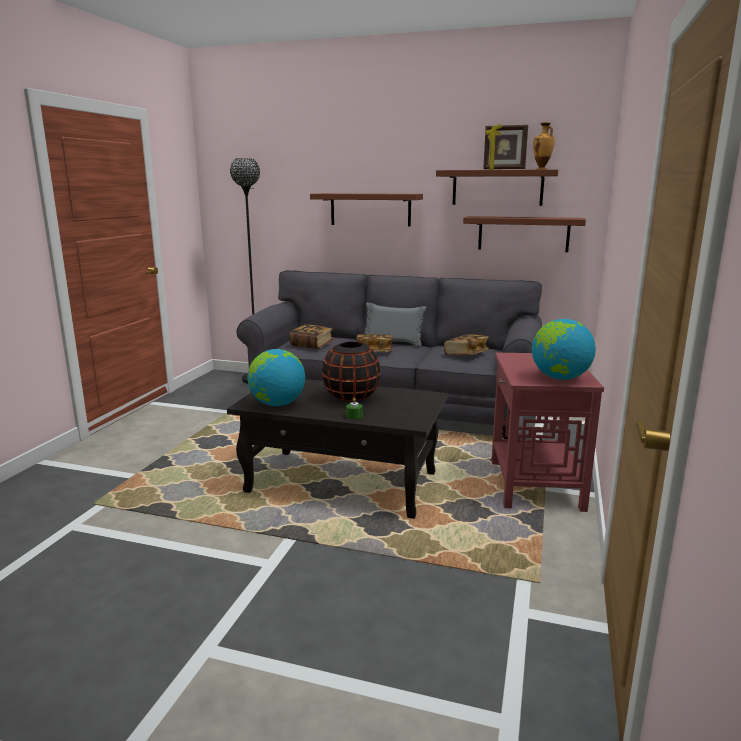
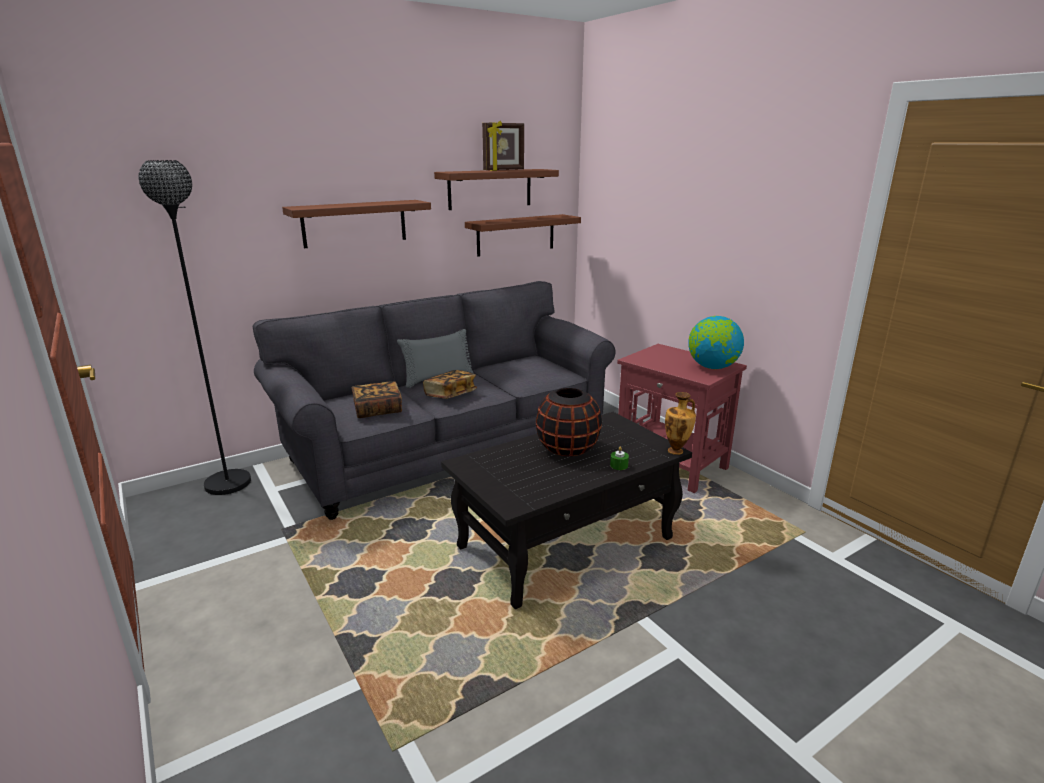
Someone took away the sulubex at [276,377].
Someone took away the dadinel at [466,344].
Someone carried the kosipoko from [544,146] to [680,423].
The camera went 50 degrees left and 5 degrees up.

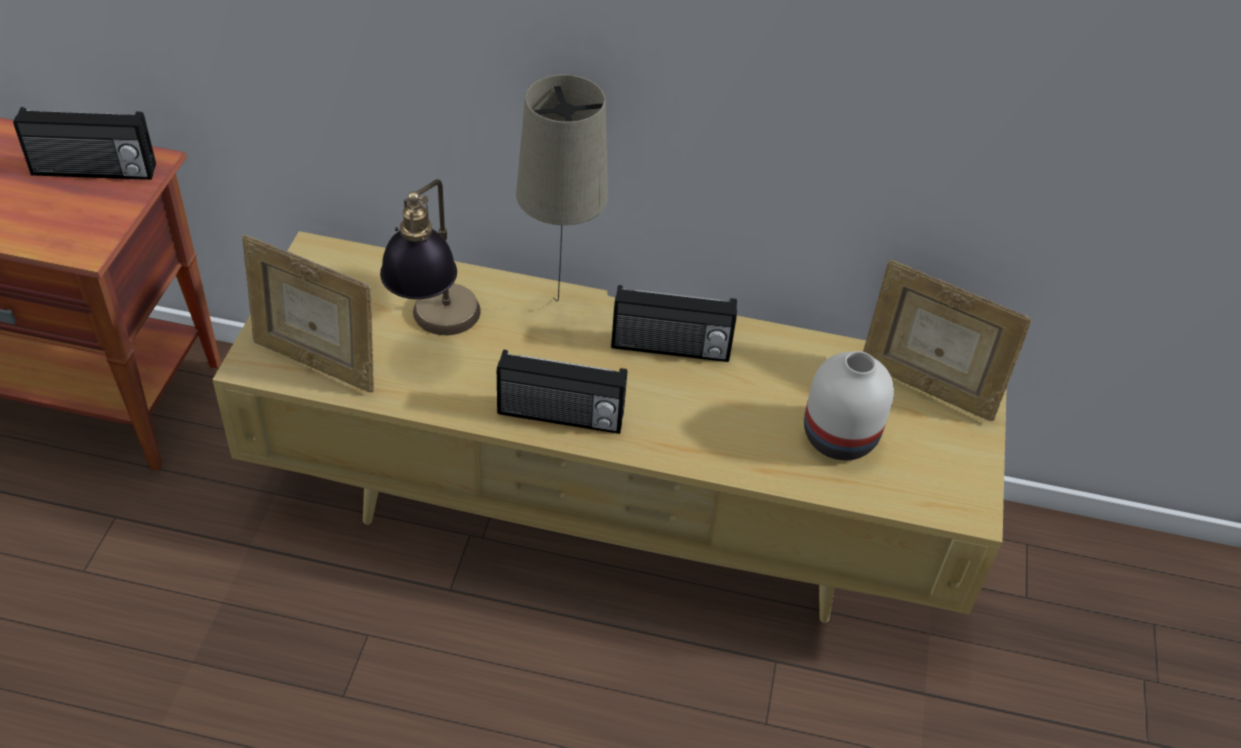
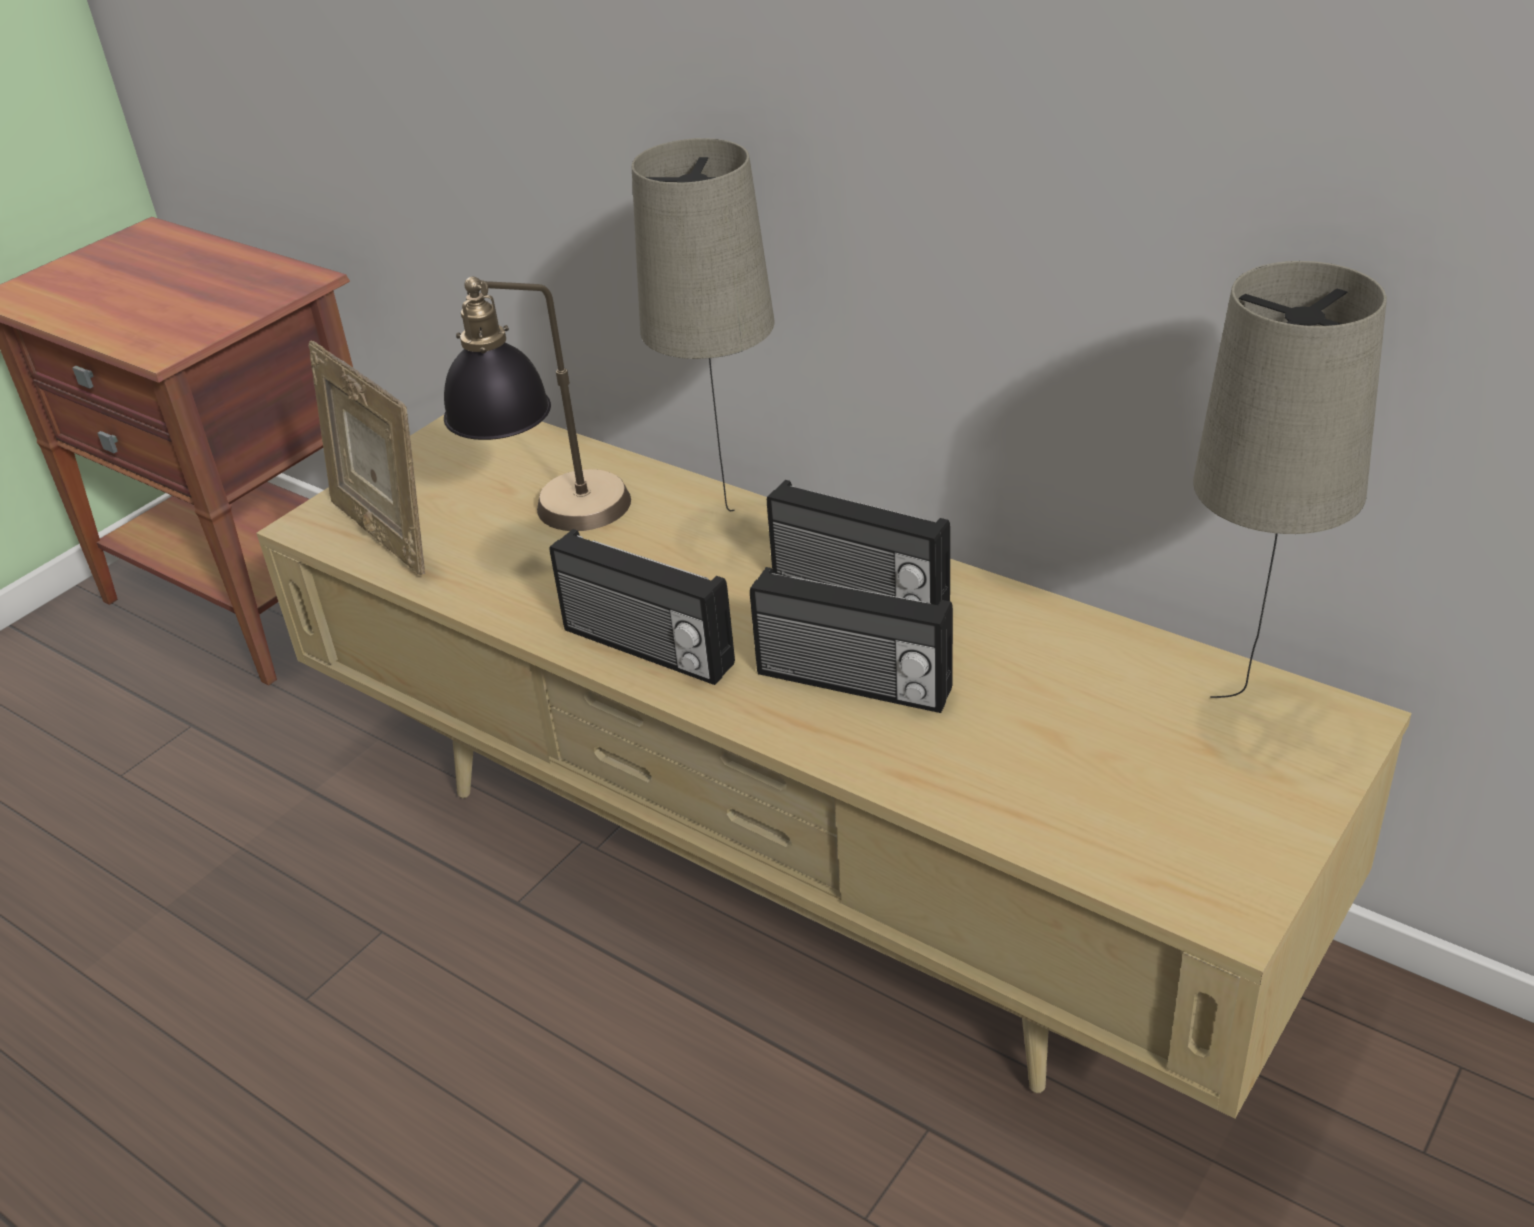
Someone took away the white_kosipoko at [849,405].
Someone carried the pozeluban from [84,143] to [851,640].
Someone swapped the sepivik at [947,340] for the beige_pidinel at [1290,479].
The camera went 30 degrees right and 10 degrees down.

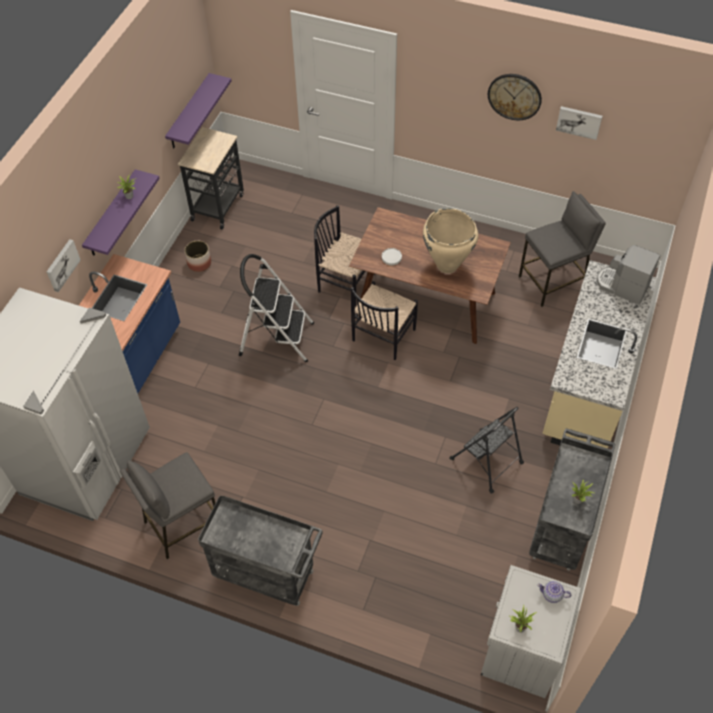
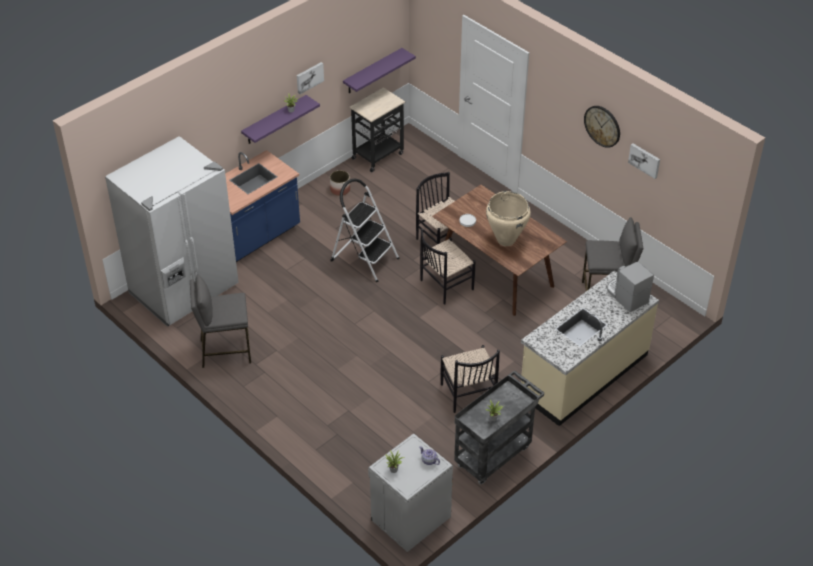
Someone took away the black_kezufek at [260,551].
Someone carried the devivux from [64,265] to [310,78].
Someone swapped the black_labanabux at [486,450] for the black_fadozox at [470,379].
The camera went 25 degrees right and 10 degrees down.

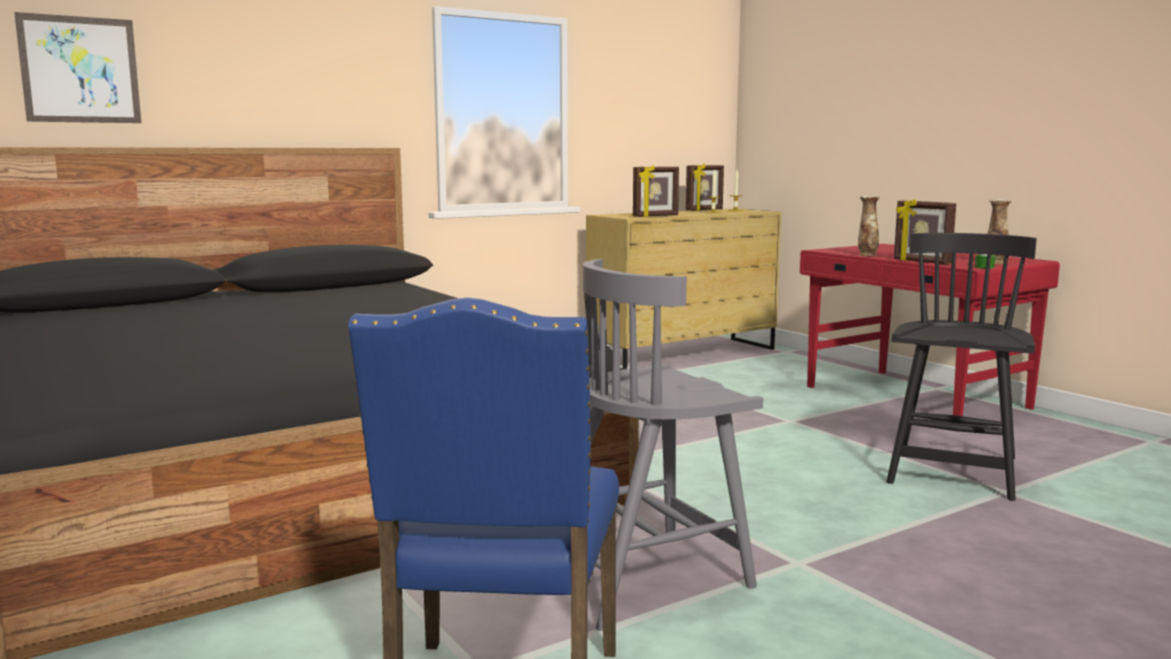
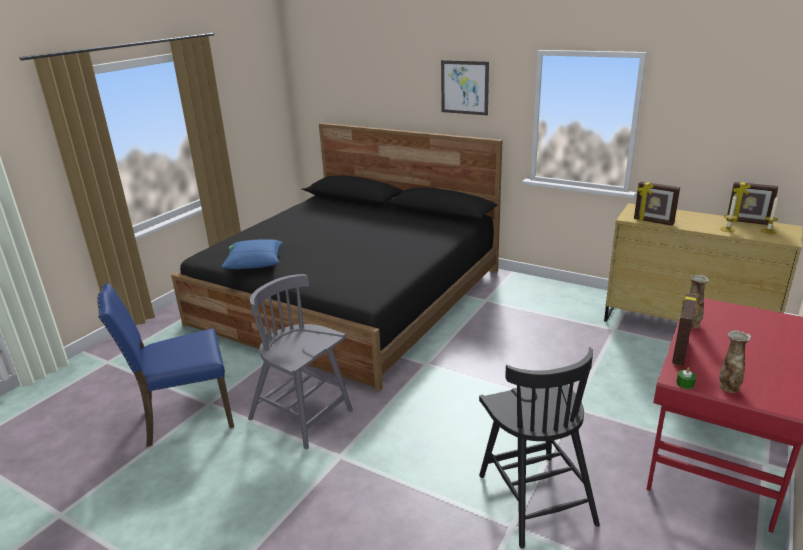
Someone put down the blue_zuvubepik at [252,254].
Someone carried the devivux from [77,67] to [465,87].
Someone rotated the black_fadozox at [962,367] by 75 degrees clockwise.
The camera went 65 degrees right and 15 degrees up.

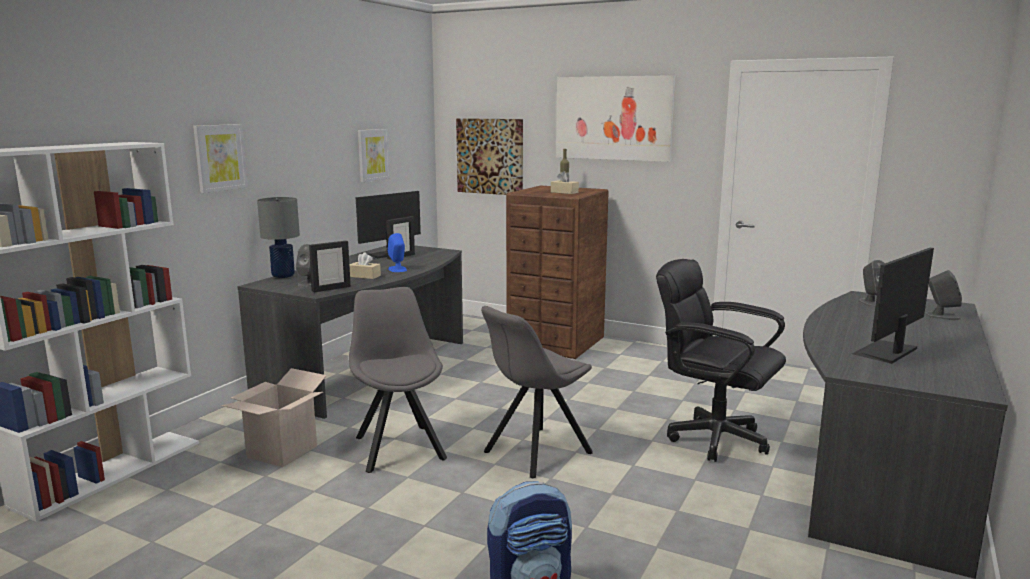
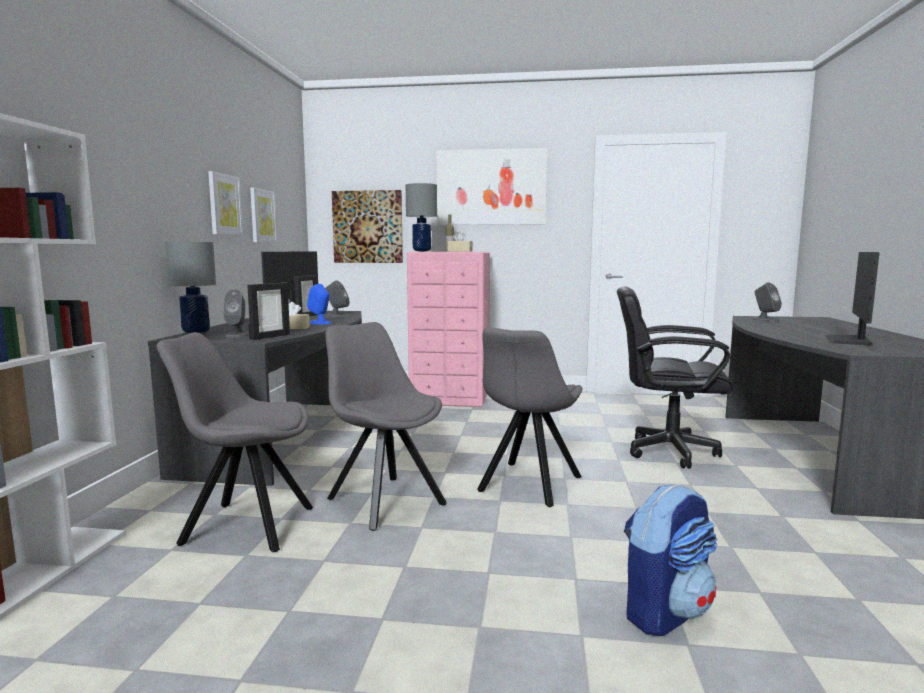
Someone put down the grey_pidinel at [421,217].
Someone carried the devivux from [220,158] to [225,203].
Someone carried the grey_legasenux from [943,295] to [337,298].
Someone swapped the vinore at [274,417] for the grey_fadozox at [235,442].
Someone repainted the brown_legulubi at [557,272], which became the pink_legulubi at [448,329].
The camera went 20 degrees left and 5 degrees down.

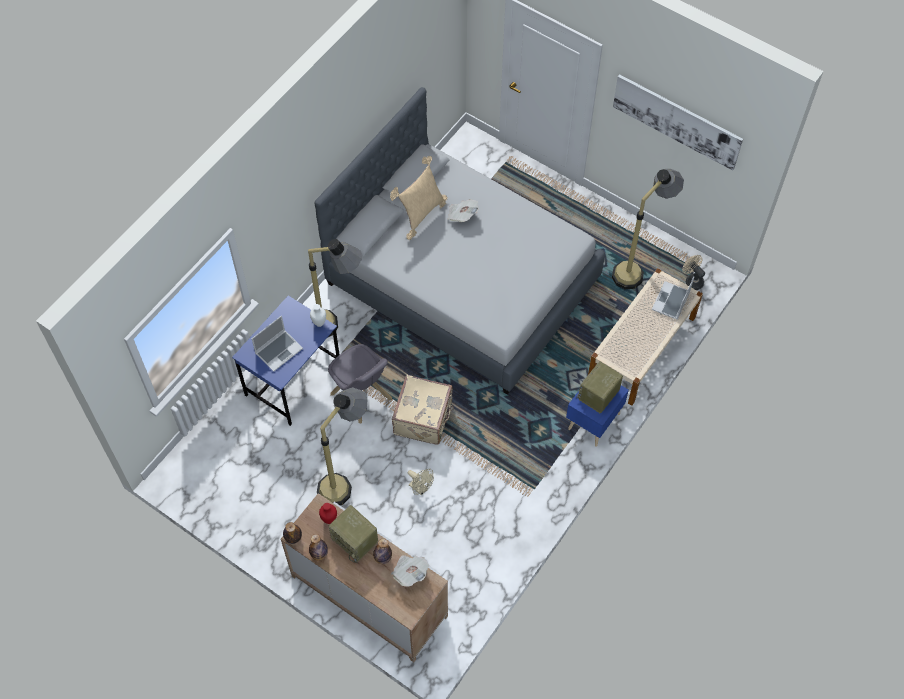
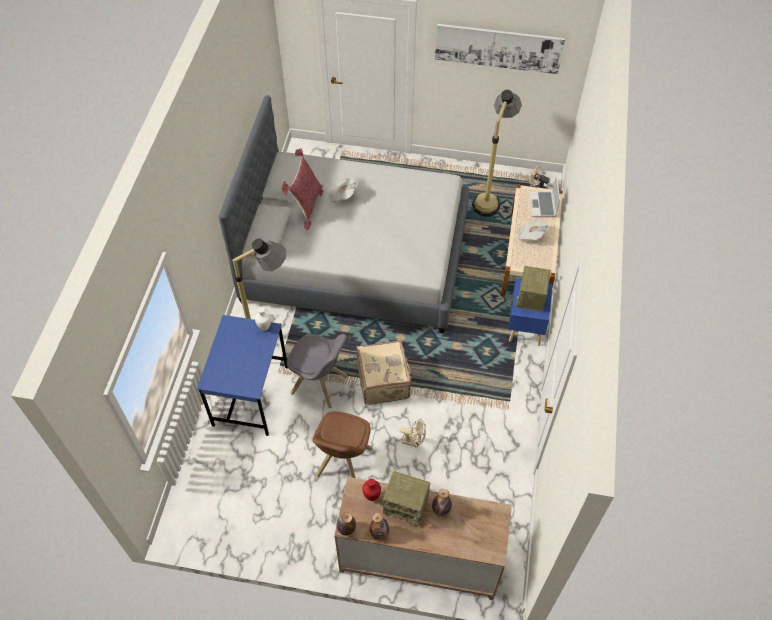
Someone took away the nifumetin at [277,344].
Someone carried the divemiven from [410,571] to [533,230].
Someone swapped the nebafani at [342,446] for the brown_fadozox at [342,444].
Someone repainted the beige_zuvubepik at [419,198], which became the red_zuvubepik at [303,188].
The camera went 25 degrees left and 5 degrees down.

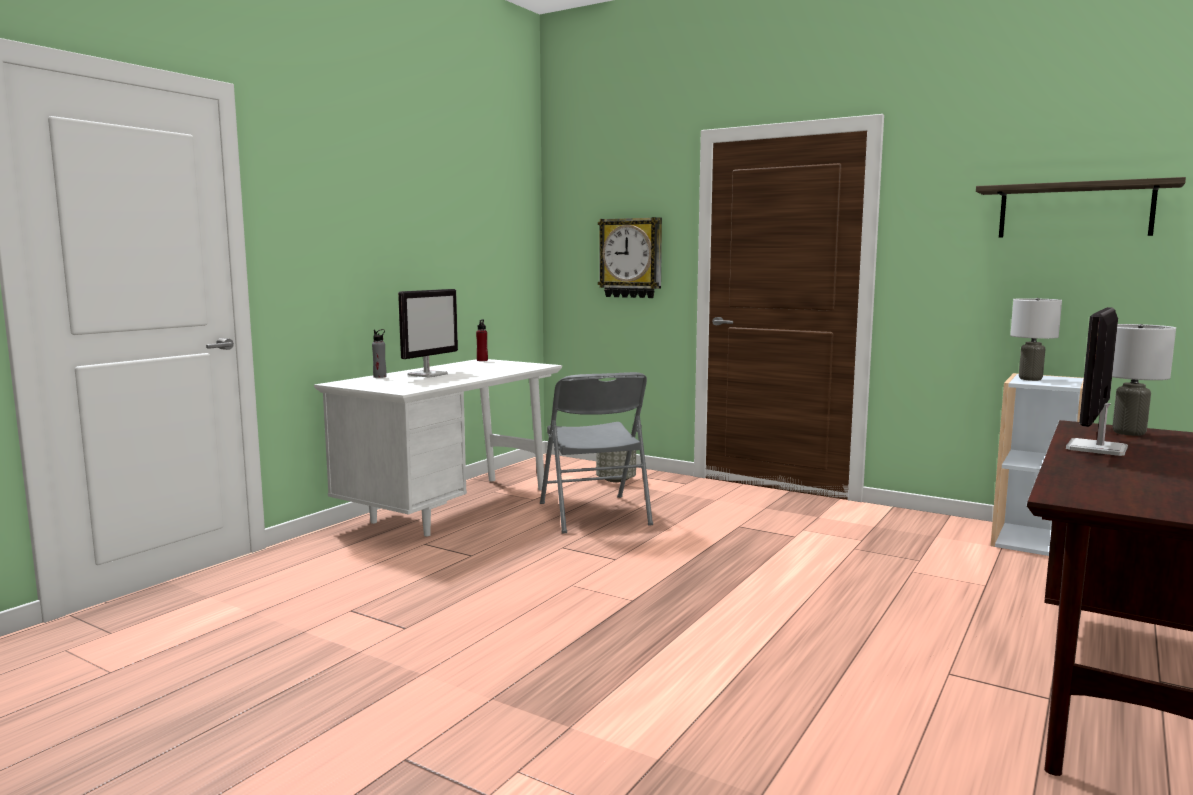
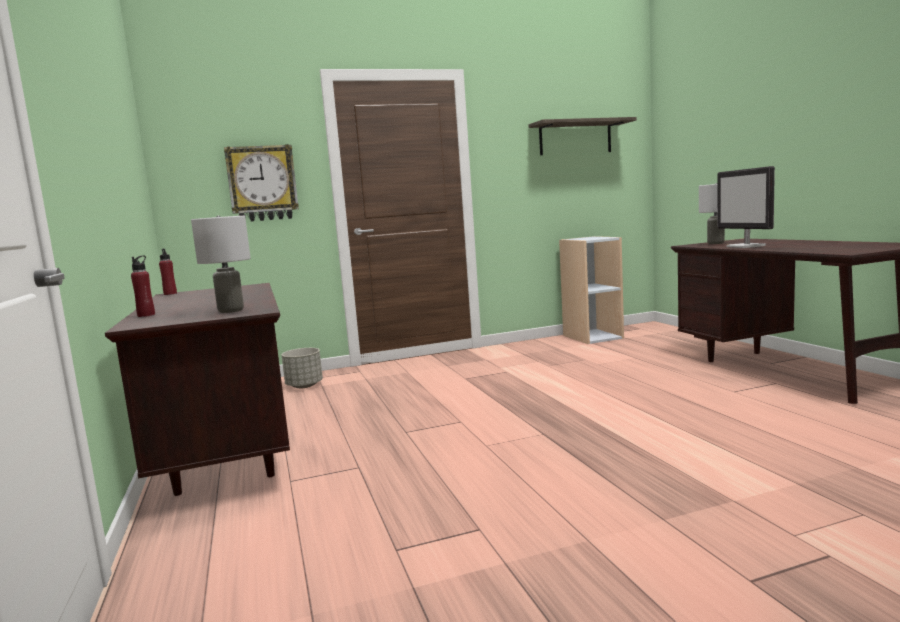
Someone took away the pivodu at [428,333].
Someone took away the grey_fadozox at [596,453].
Someone carried the white_pidinel from [1036,339] to [221,264].
Someone repainted the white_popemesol at [438,447], which became the brown_popemesol at [197,389].
Someone repainted the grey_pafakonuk at [379,353], which became the red_pafakonuk at [143,286].
The camera went 50 degrees left and 0 degrees up.

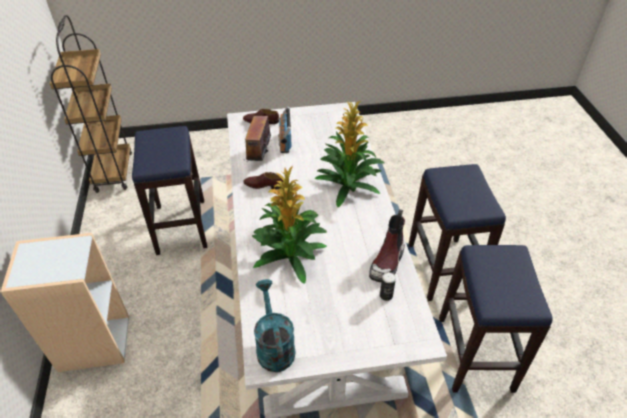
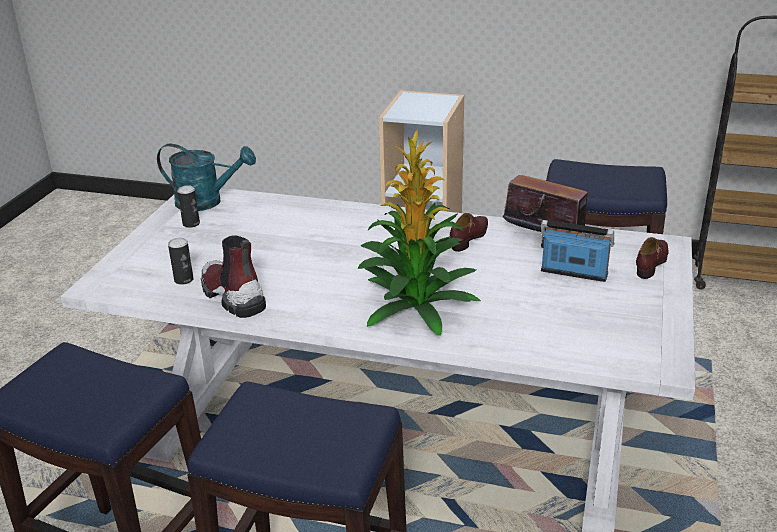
Someone took away the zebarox at [289,225].
Someone put down the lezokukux at [188,206].
The camera went 115 degrees right and 15 degrees down.

